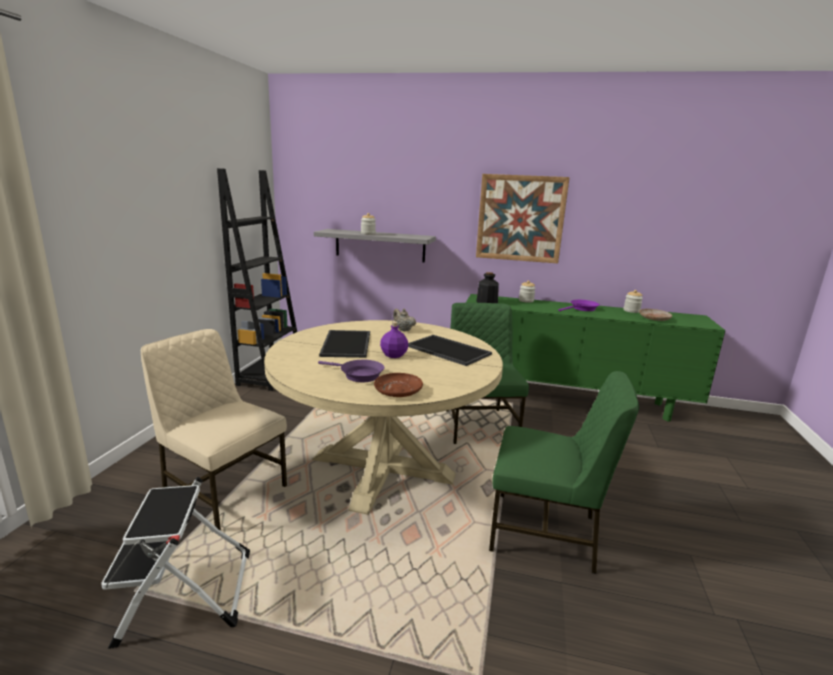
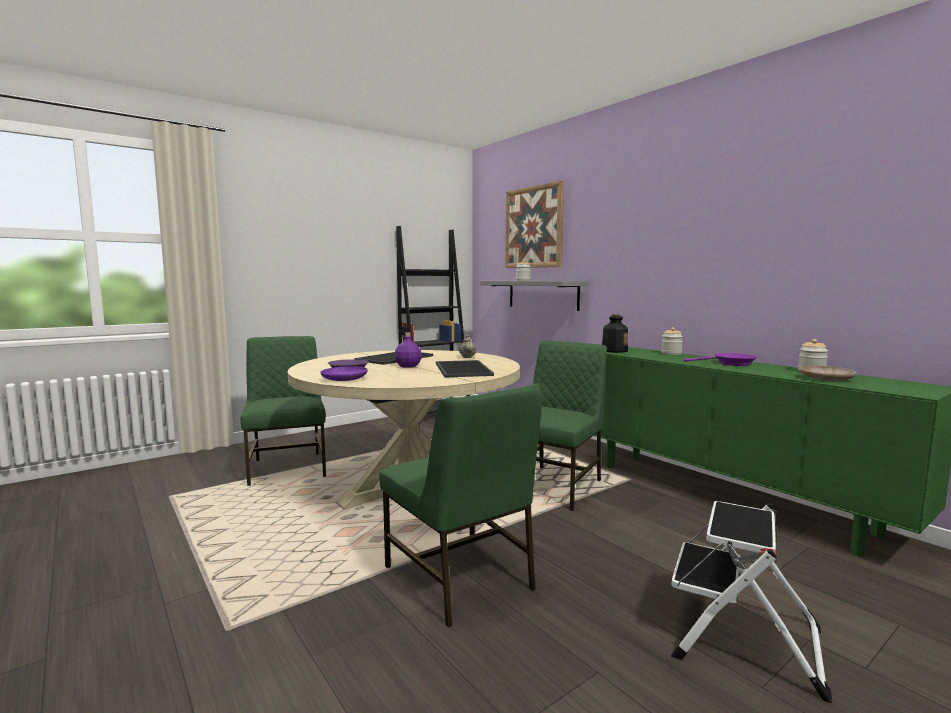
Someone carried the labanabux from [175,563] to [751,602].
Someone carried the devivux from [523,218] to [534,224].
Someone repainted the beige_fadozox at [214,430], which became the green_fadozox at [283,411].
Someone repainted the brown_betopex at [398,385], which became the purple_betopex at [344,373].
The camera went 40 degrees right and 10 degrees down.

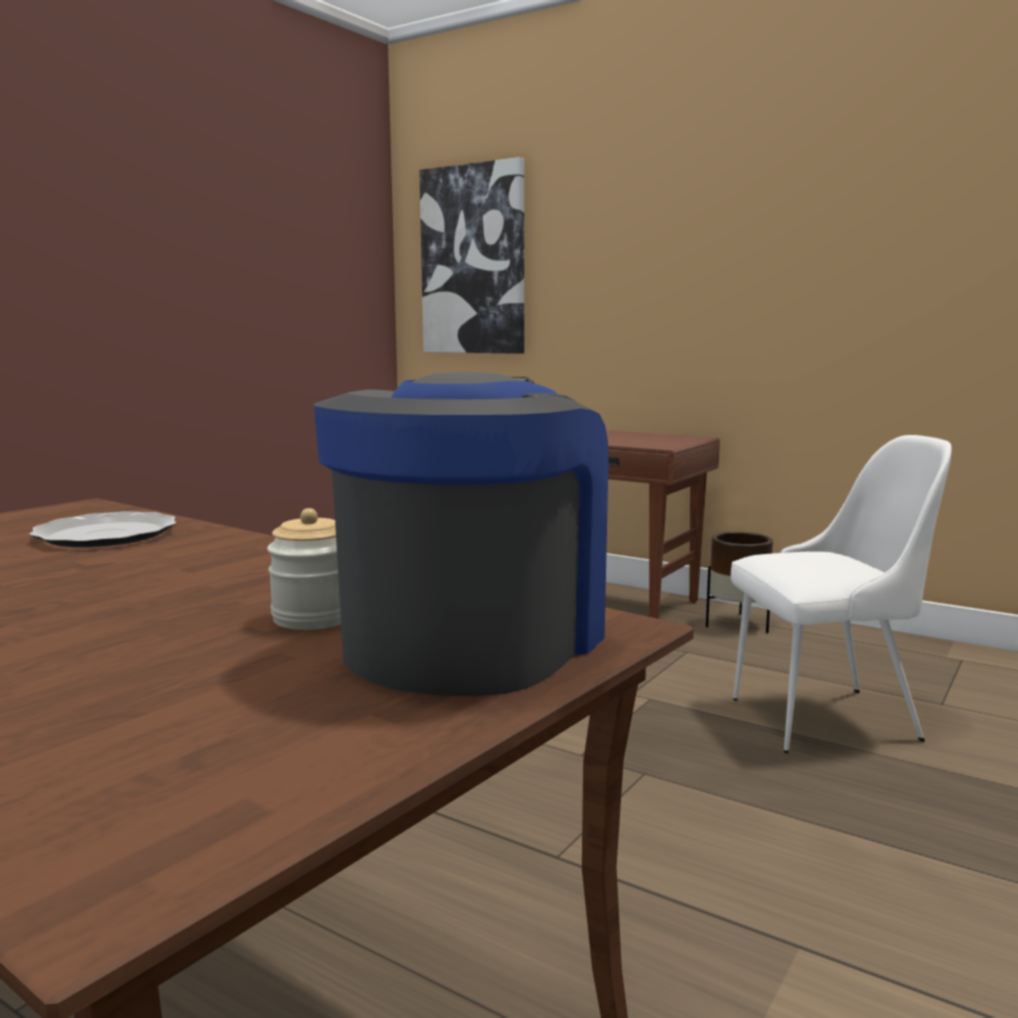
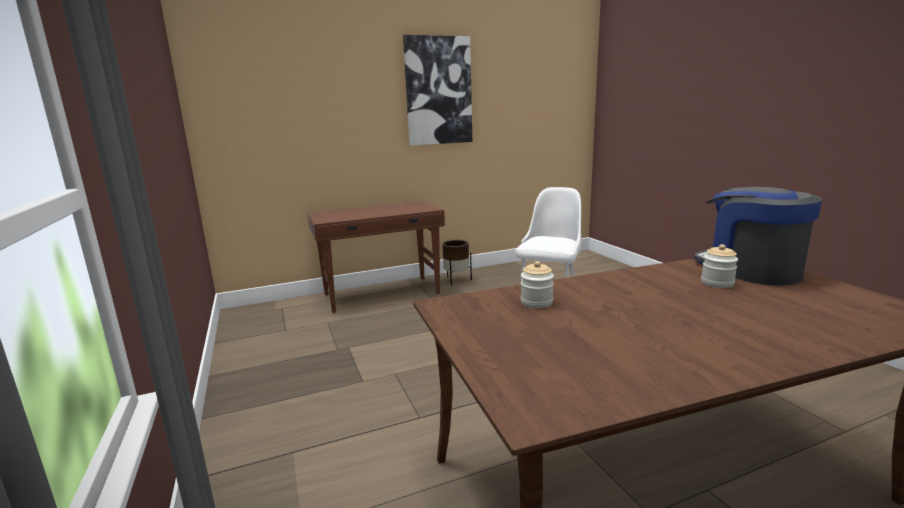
Someone carried the devivux from [471,255] to [437,90].
Someone swapped the betopex at [102,529] for the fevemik at [537,284].
The camera went 55 degrees left and 5 degrees up.

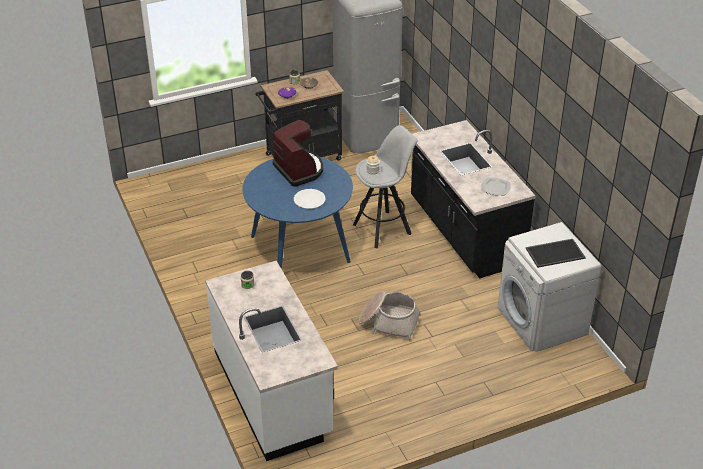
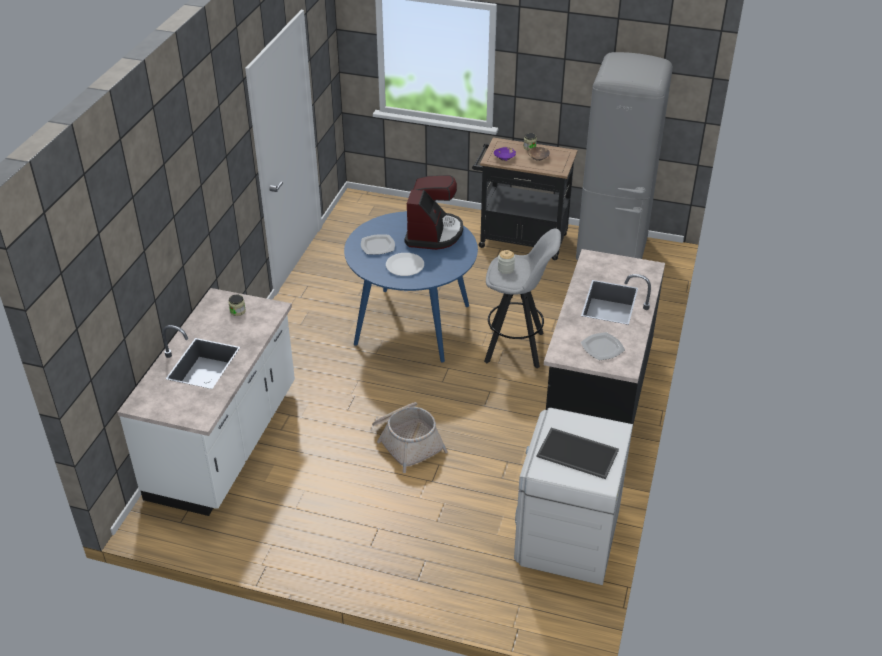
Someone put down the betopex at [378,244].
The camera went 40 degrees right and 0 degrees up.

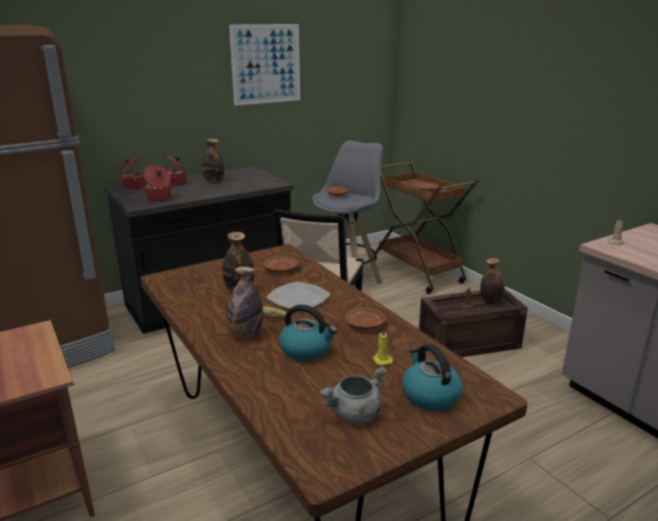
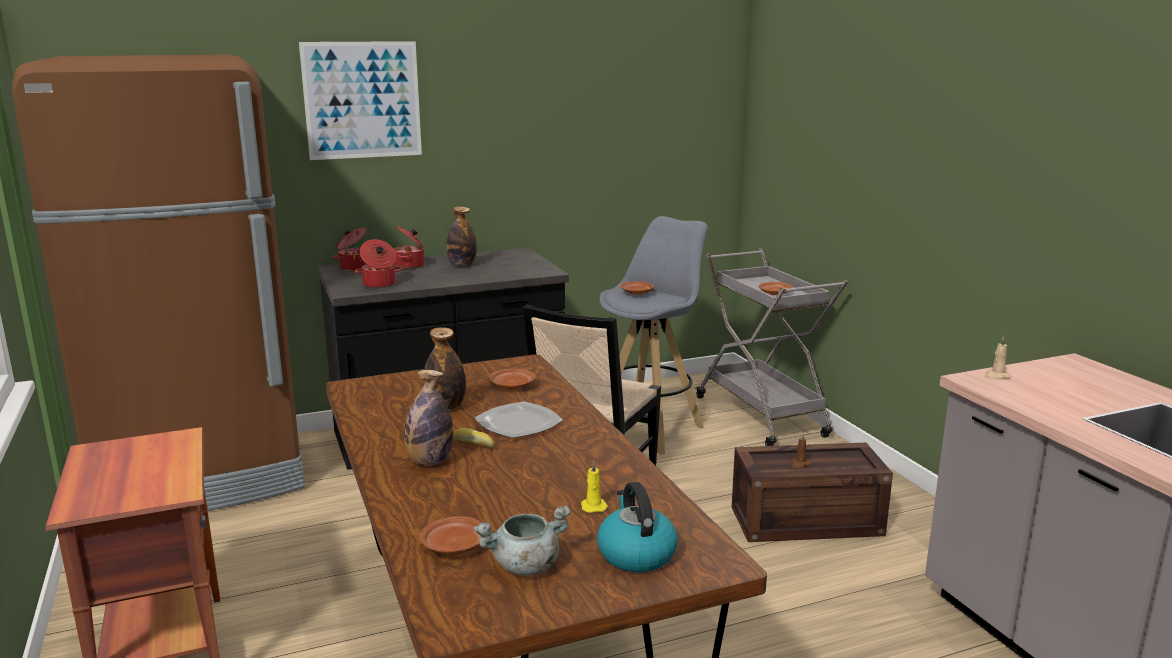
Someone took away the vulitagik at [308,333].
Someone took away the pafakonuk at [492,281].
Someone carried the devivux from [264,64] to [360,100].
Someone carried the brown_betopex from [365,318] to [451,535].
Someone repainted the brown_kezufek at [426,227], which became the grey_kezufek at [771,347].
The camera went 10 degrees right and 5 degrees down.

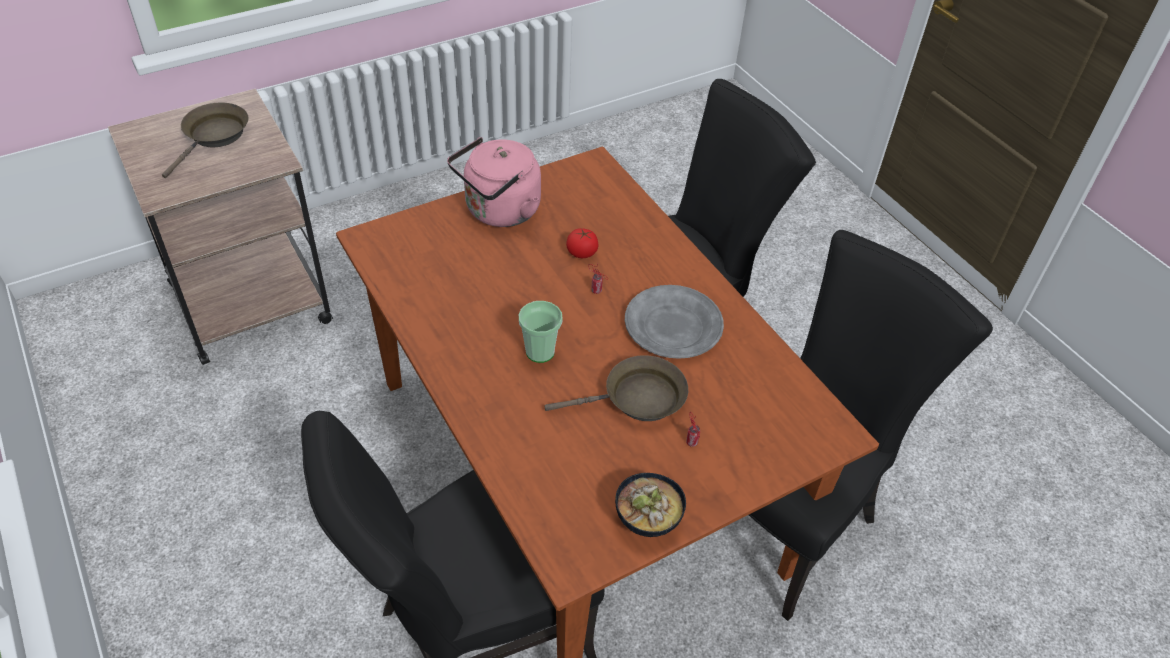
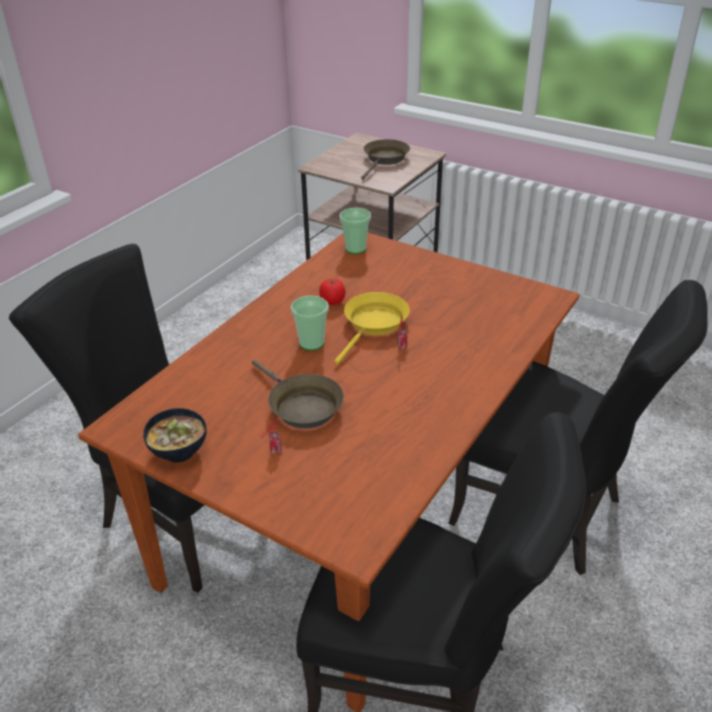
Someone took away the pink_vulitagik at [494,182].
Someone took away the grey_betopex at [674,322].
Someone put down the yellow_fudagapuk at [372,328].
Someone put down the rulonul at [355,231].
Someone carried the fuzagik from [582,243] to [332,292].
Someone rotated the brown_fudagapuk at [205,140] by 60 degrees counterclockwise.
The camera went 65 degrees right and 10 degrees down.

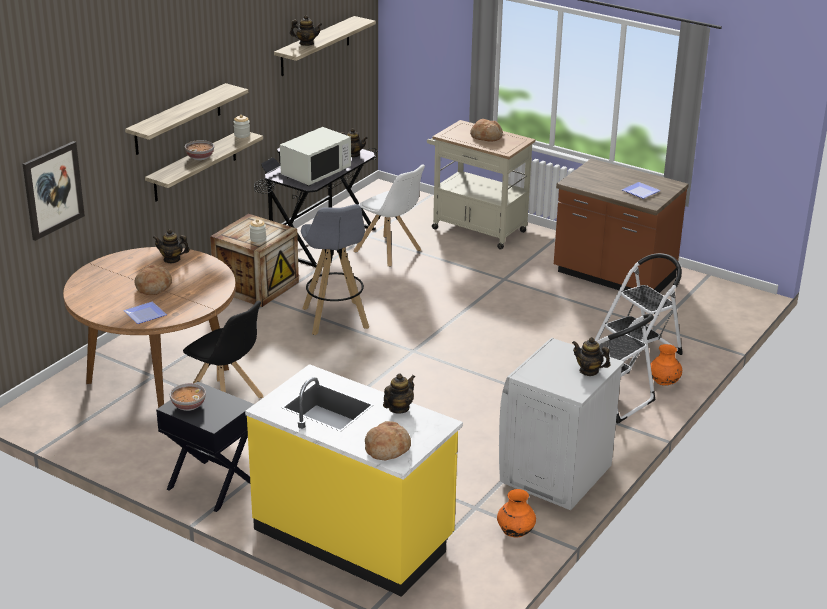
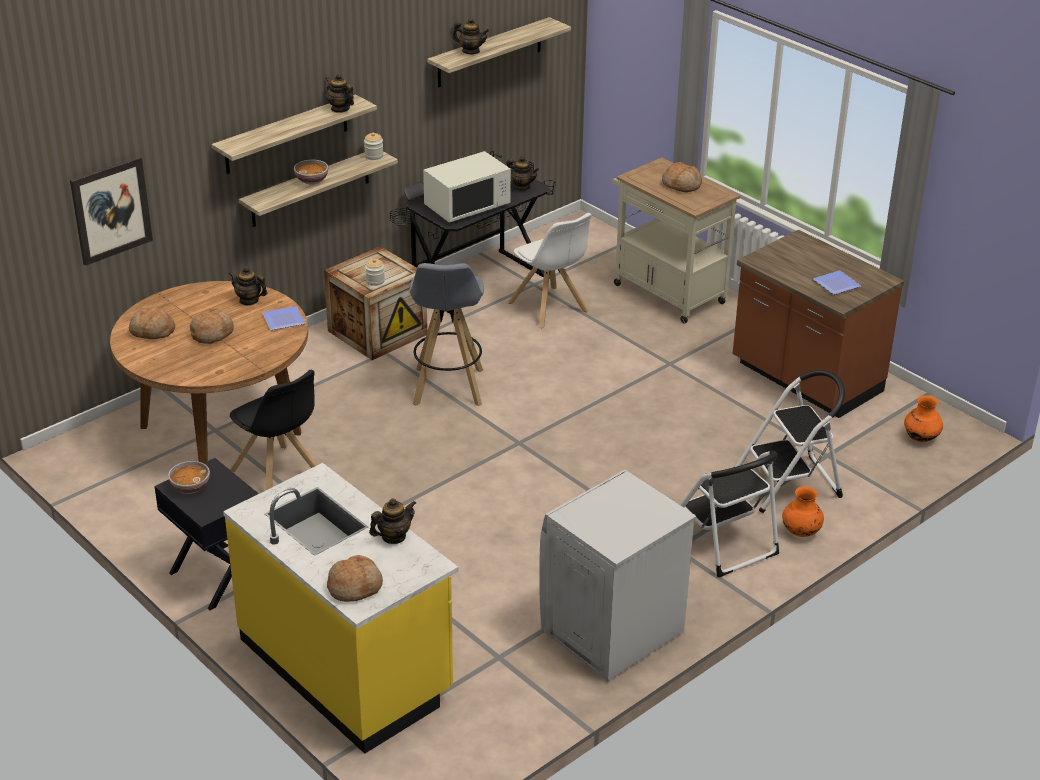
Someone put down the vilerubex at [152,322].
Someone carried the betopex from [145,313] to [283,318].
Someone carried the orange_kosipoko from [516,513] to [923,418].
Someone carried the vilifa from [591,356] to [340,93].
The camera went 15 degrees right and 5 degrees up.

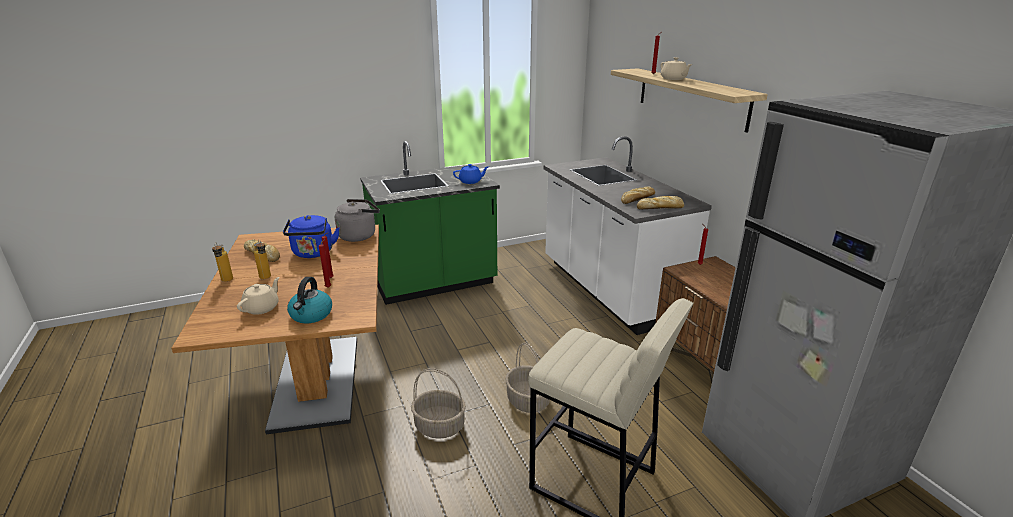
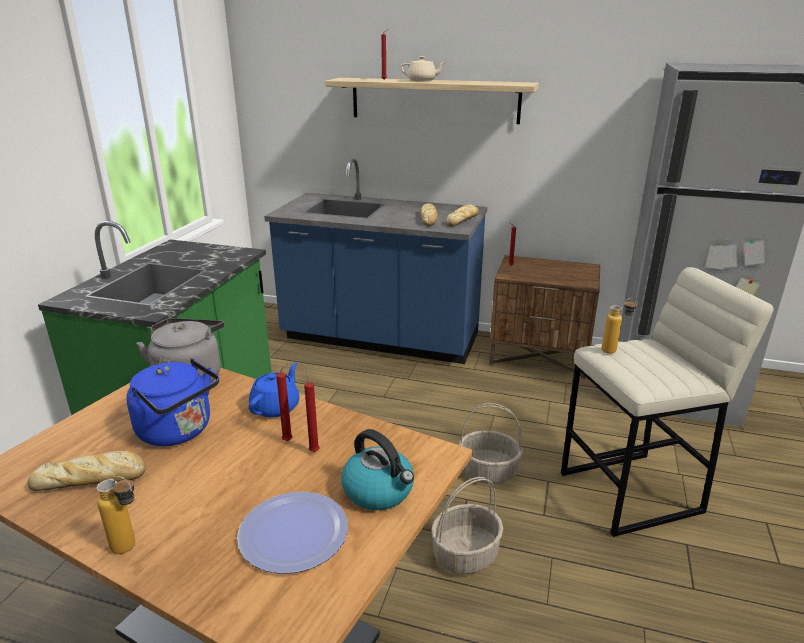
Someone carried the pafakonuk from [262,259] to [619,326].
Someone carried the blue_vilifa from [471,174] to [274,389].
Someone swapped the beige_vilifa at [258,296] for the betopex at [292,533].
Someone repainted the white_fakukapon at [627,235], which became the blue_fakukapon at [375,261].
The camera went 50 degrees left and 0 degrees up.

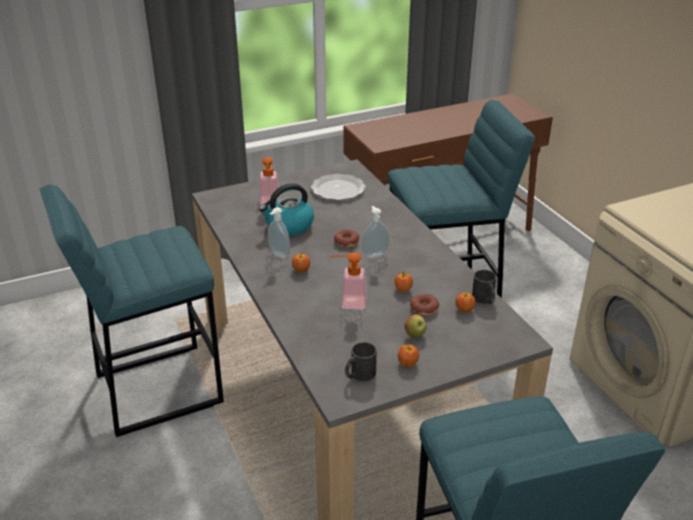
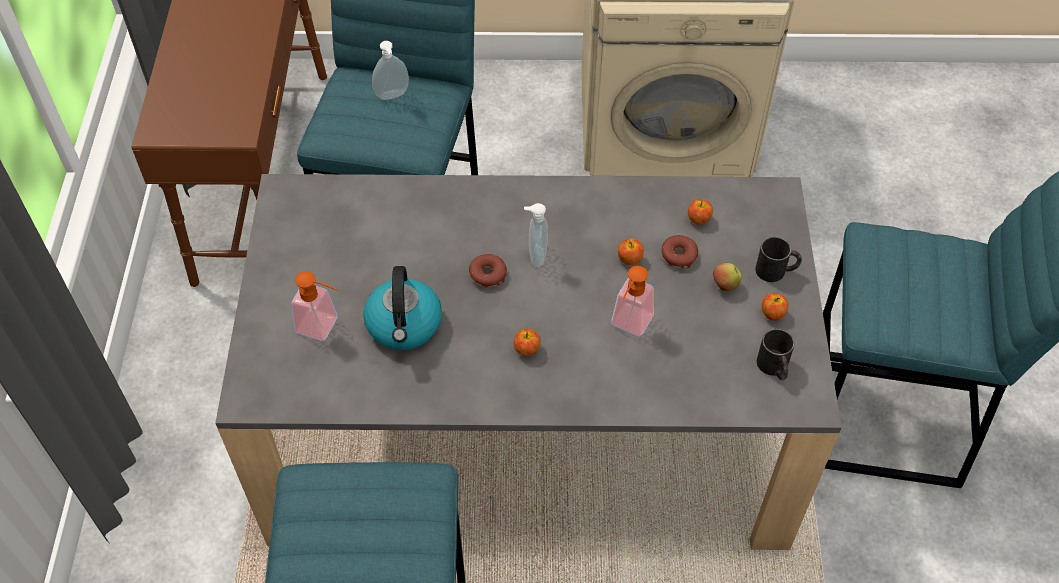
Someone took away the betopex at [338,187].
Someone carried the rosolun from [279,232] to [390,70].
Someone carried the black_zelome from [484,287] to [778,259].
The camera went 65 degrees left and 20 degrees up.

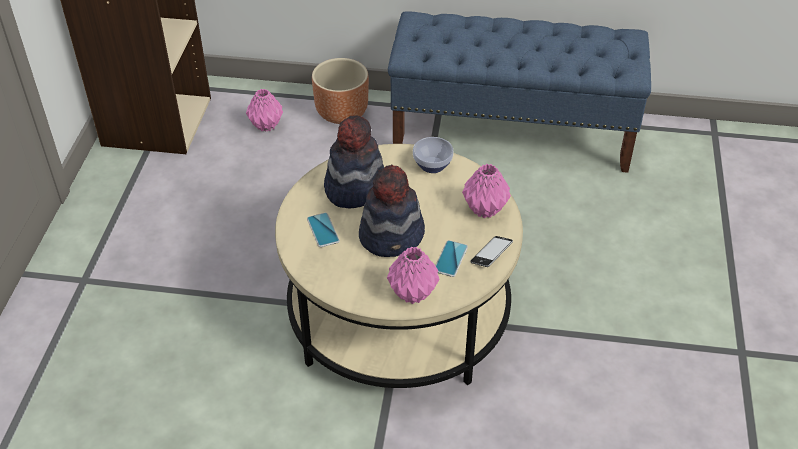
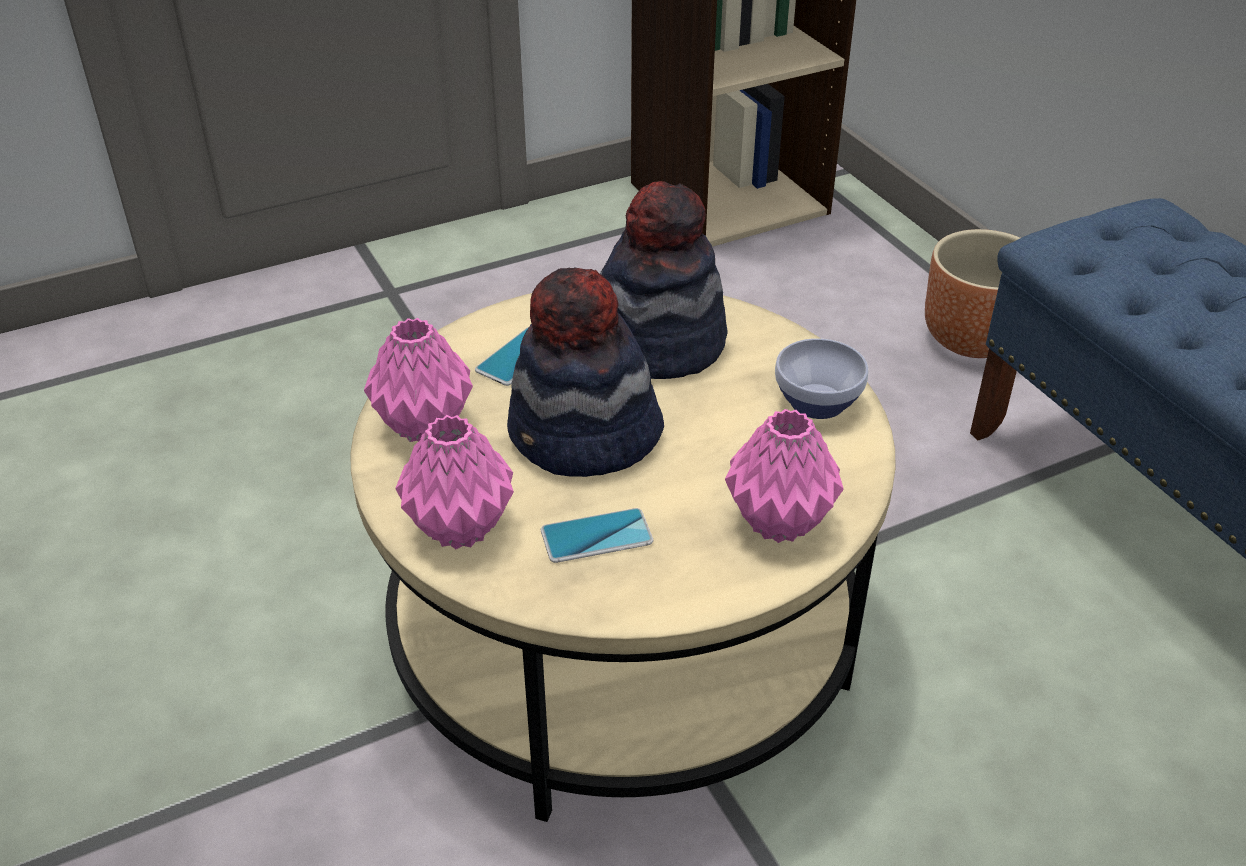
Someone took away the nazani at [491,251].
Someone carried the pink_kosipoko from [264,110] to [418,380].
The camera went 55 degrees right and 5 degrees down.

